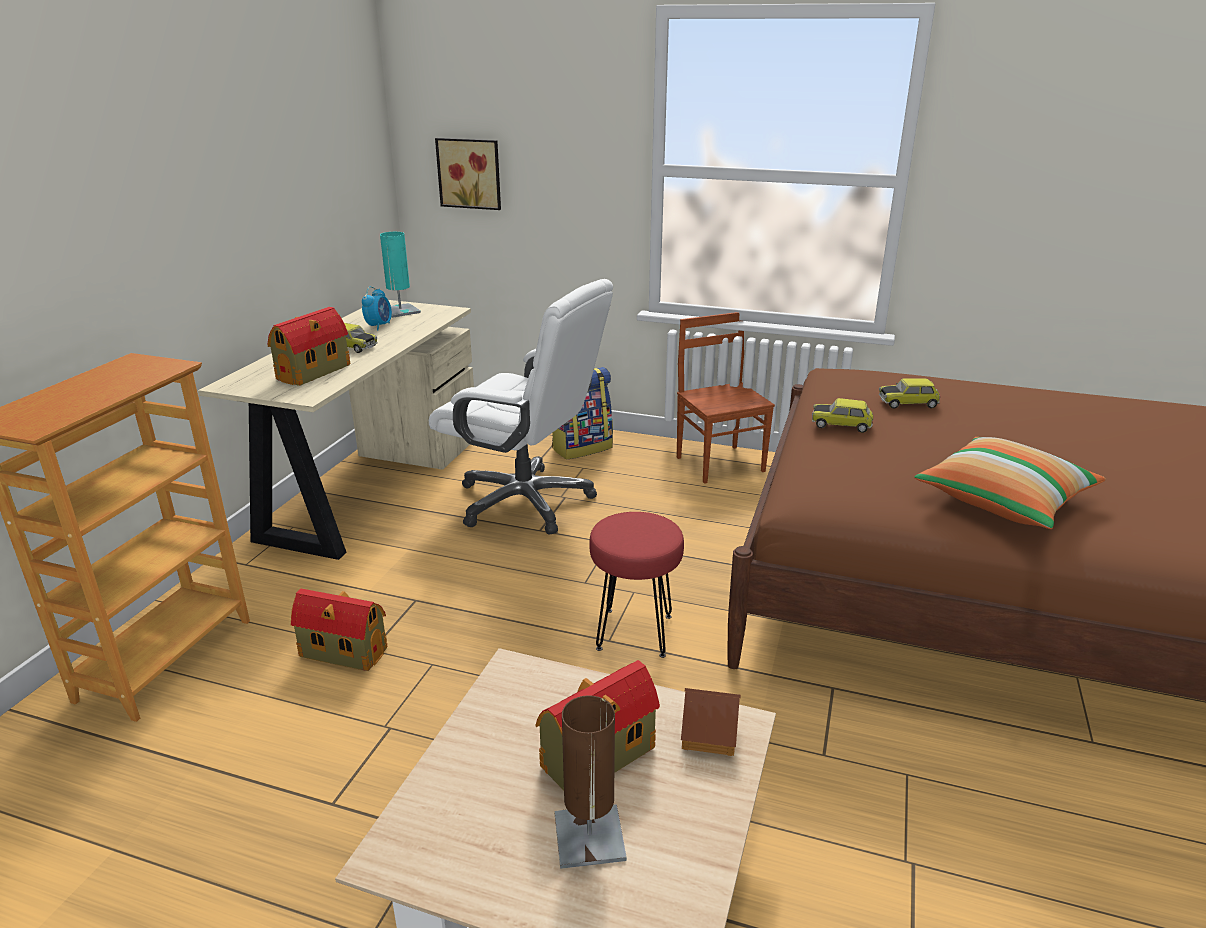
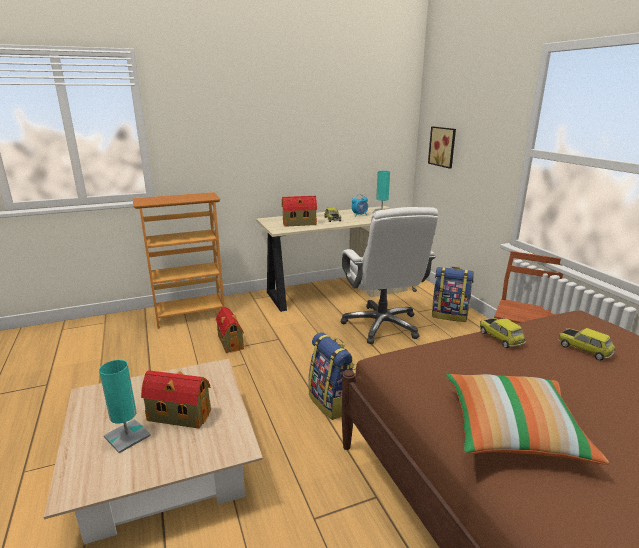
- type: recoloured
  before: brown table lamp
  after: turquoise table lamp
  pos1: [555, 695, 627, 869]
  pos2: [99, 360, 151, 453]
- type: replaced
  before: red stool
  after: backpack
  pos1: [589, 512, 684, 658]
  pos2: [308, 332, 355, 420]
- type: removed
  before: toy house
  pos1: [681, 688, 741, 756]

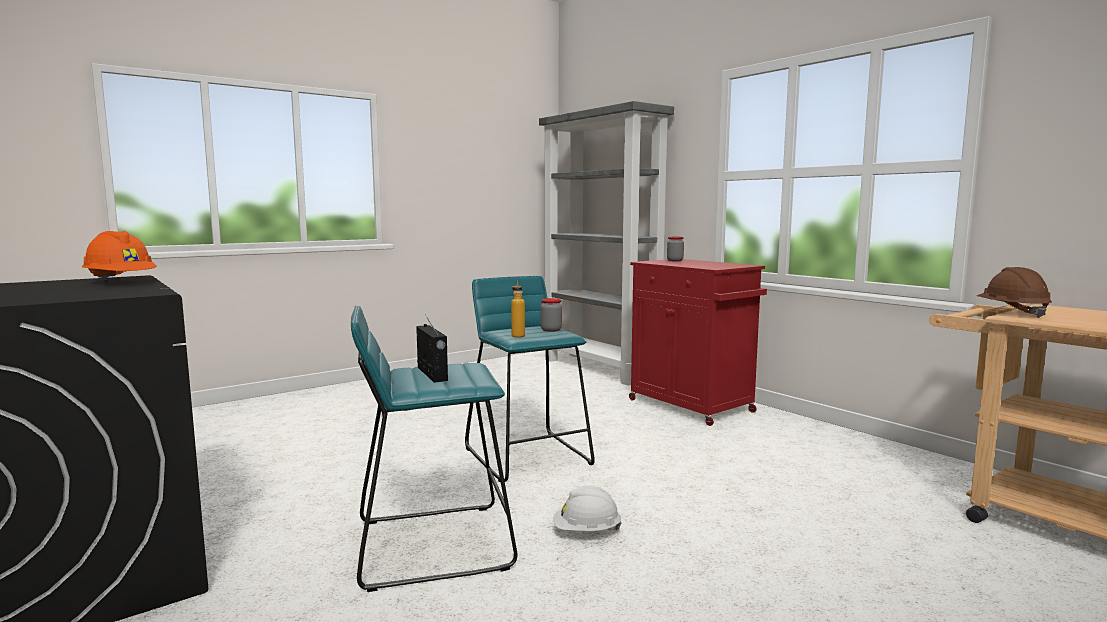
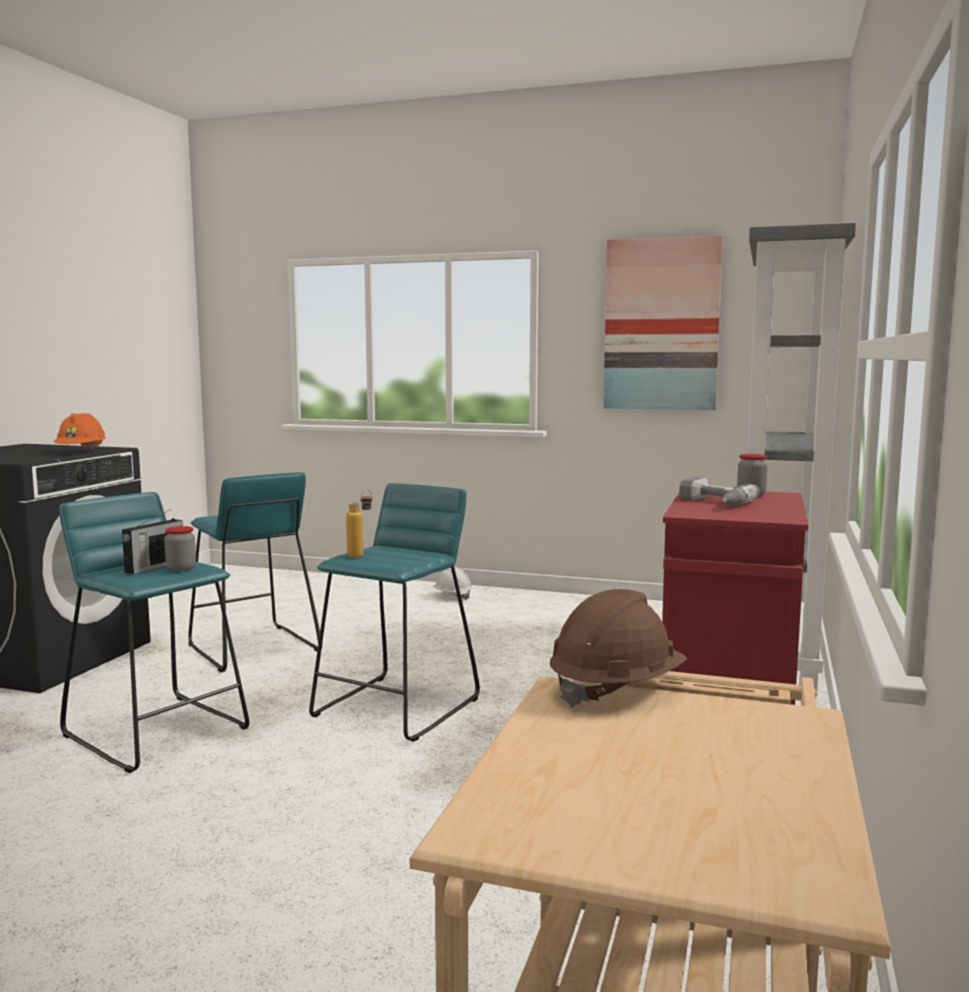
- type: moved
  before: jar
  pos1: [540, 298, 562, 332]
  pos2: [164, 526, 196, 572]
- type: added
  after: turquoise stool
  pos2: [188, 472, 320, 672]
- type: moved
  before: white hard hat
  pos1: [553, 486, 622, 531]
  pos2: [432, 566, 472, 600]
- type: added
  after: picture
  pos2: [603, 235, 723, 410]
- type: added
  after: power drill
  pos2: [679, 477, 760, 505]

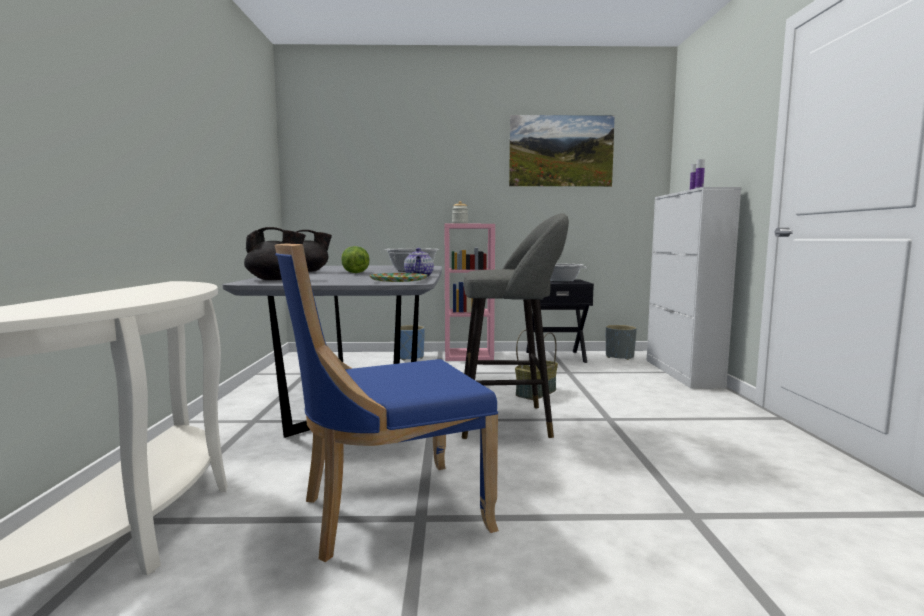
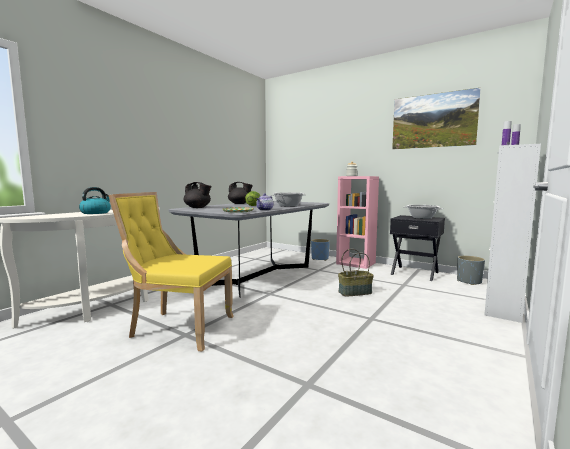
- type: added
  after: kettle
  pos2: [79, 187, 111, 214]
- type: recoloured
  before: blue chair
  after: yellow chair
  pos1: [274, 243, 499, 562]
  pos2: [108, 192, 234, 352]
- type: removed
  before: grey stool
  pos1: [462, 213, 569, 439]

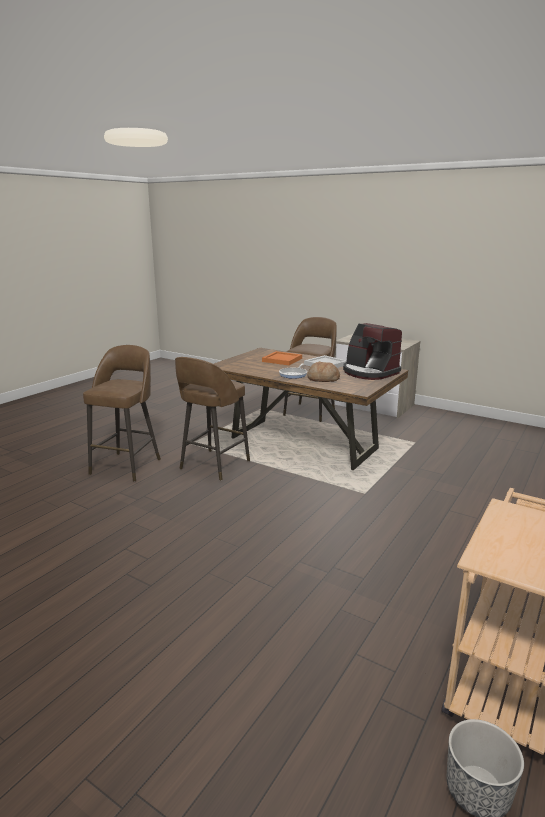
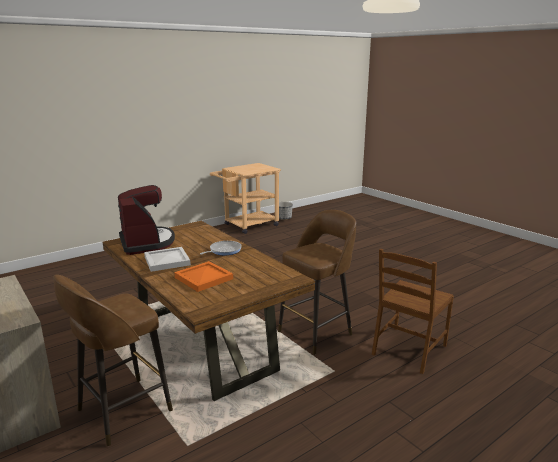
- type: replaced
  before: brown stool
  after: brown chair
  pos1: [83, 345, 161, 482]
  pos2: [372, 249, 454, 374]
- type: removed
  before: bread
  pos1: [307, 361, 340, 382]

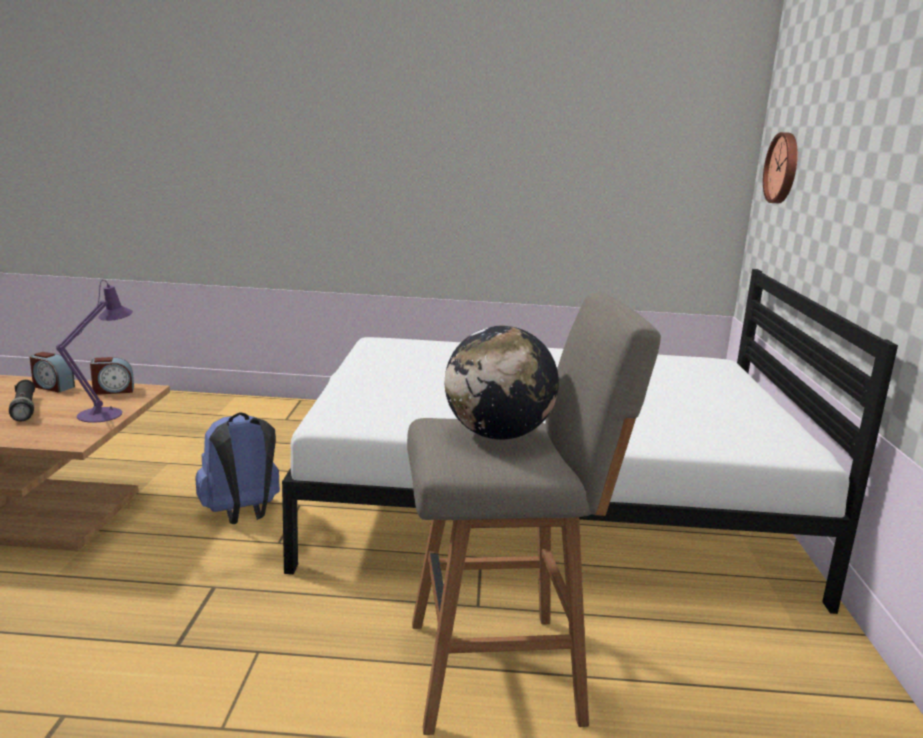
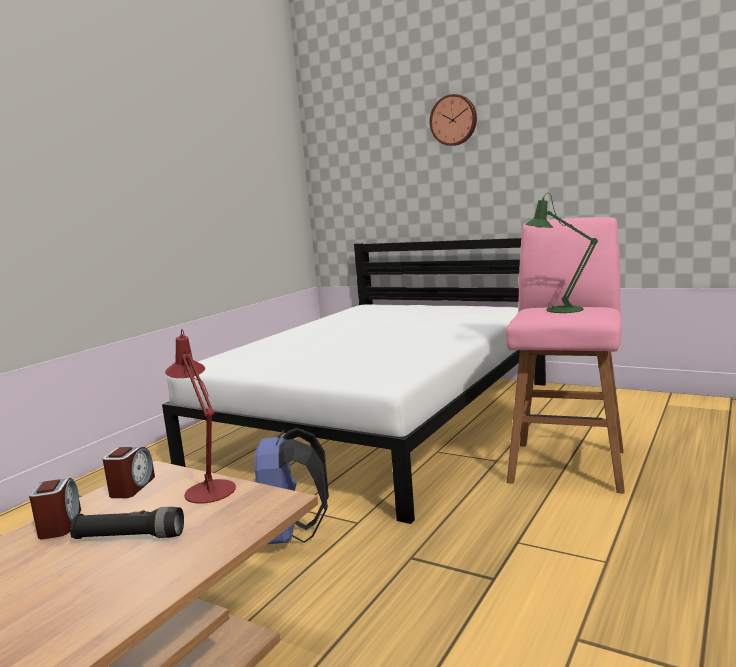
- type: turned
  before: alarm clock
  pos1: [30, 352, 75, 393]
  pos2: [29, 478, 81, 539]
  turn: -60
- type: recoloured
  before: purple table lamp
  after: red table lamp
  pos1: [56, 280, 133, 423]
  pos2: [165, 329, 236, 504]
- type: moved
  before: wall clock
  pos1: [763, 132, 798, 203]
  pos2: [430, 94, 477, 146]
- type: recoloured
  before: grey stool
  after: pink stool
  pos1: [407, 293, 661, 735]
  pos2: [506, 217, 625, 494]
- type: replaced
  before: globe
  after: green table lamp
  pos1: [445, 326, 559, 440]
  pos2: [525, 193, 598, 313]

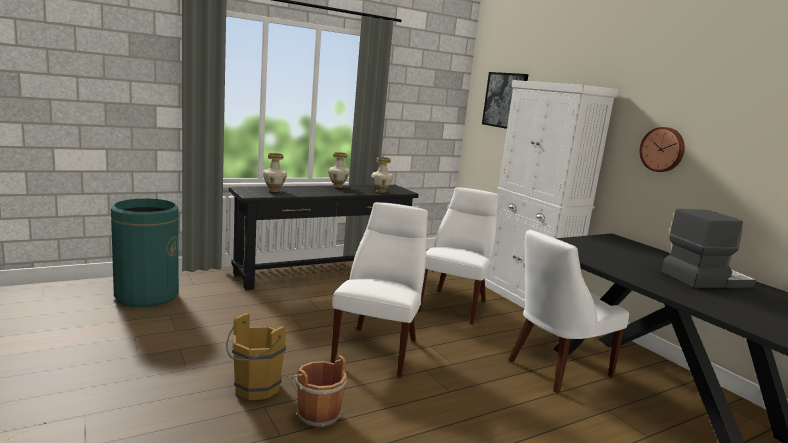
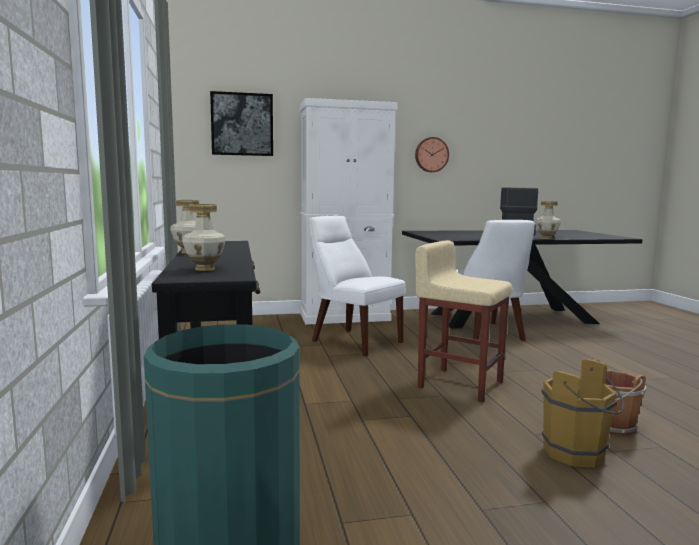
- type: replaced
  before: white chair
  after: beige stool
  pos1: [331, 202, 428, 377]
  pos2: [415, 240, 513, 402]
- type: moved
  before: vase
  pos1: [371, 157, 393, 193]
  pos2: [535, 201, 561, 239]

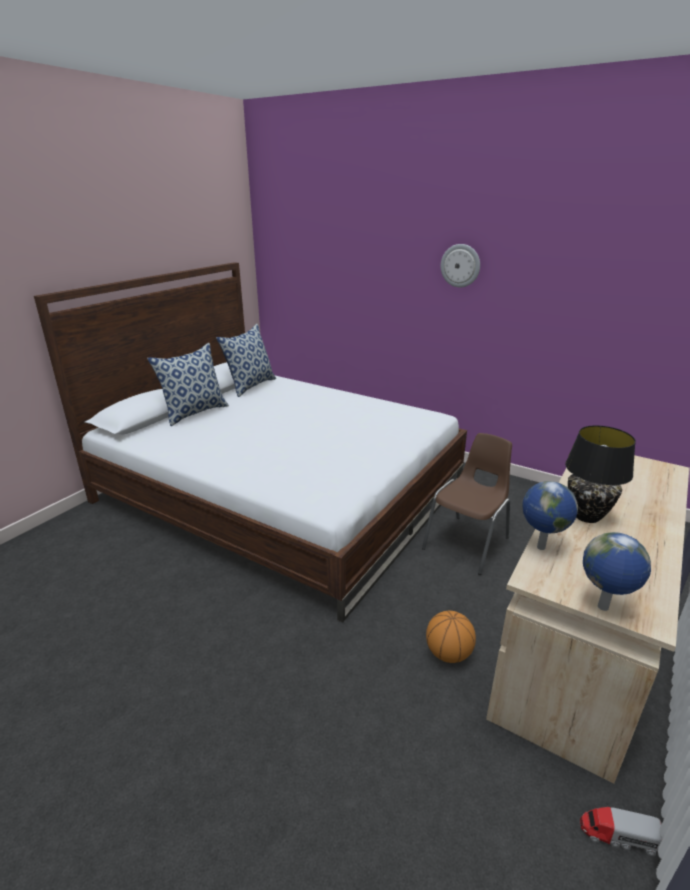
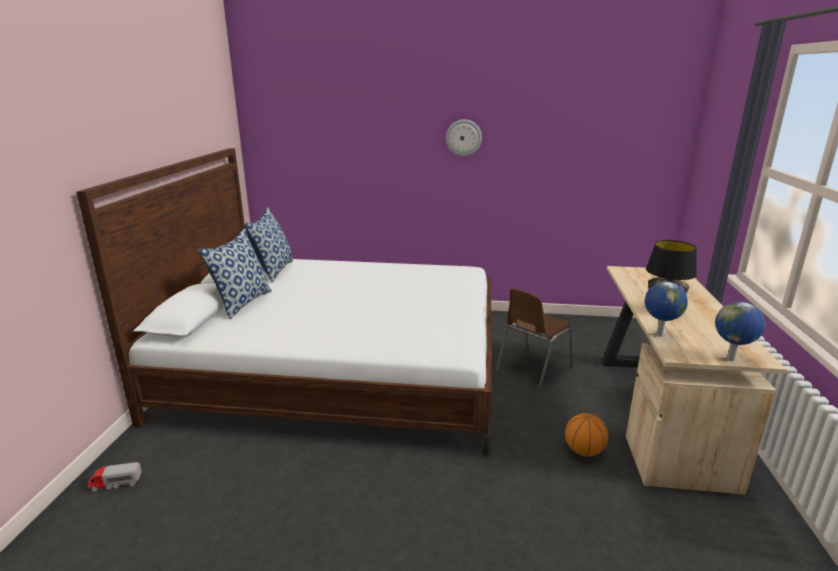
- type: moved
  before: toy truck
  pos1: [580, 807, 663, 856]
  pos2: [87, 462, 142, 492]
- type: turned
  before: brown chair
  pos1: [422, 433, 512, 575]
  pos2: [496, 289, 573, 391]
  turn: -150

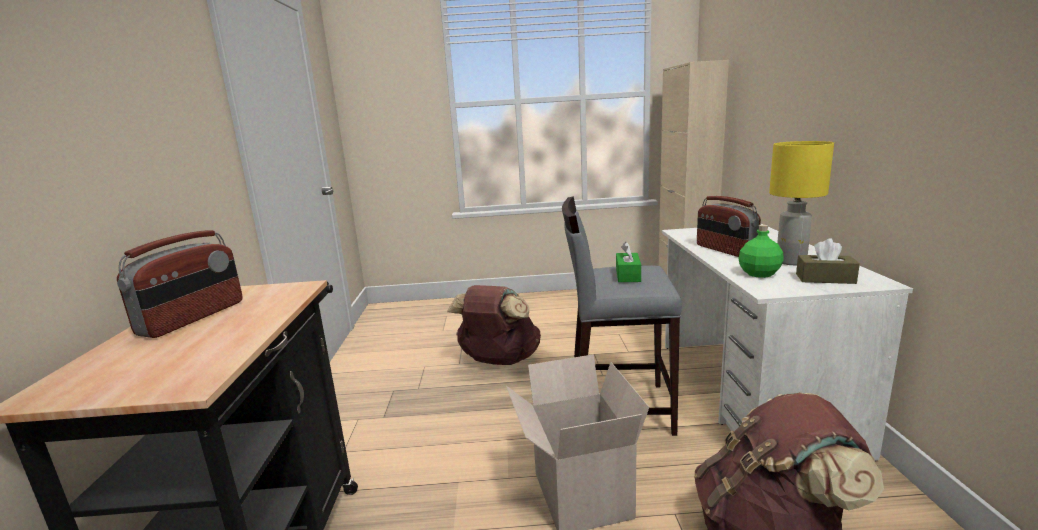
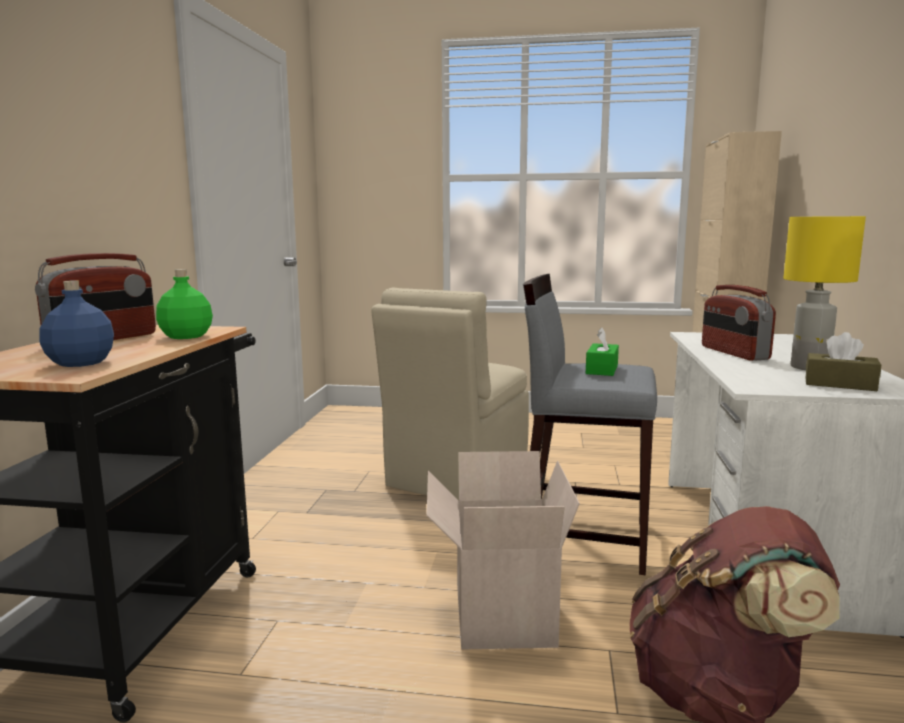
- type: added
  after: blue bottle
  pos2: [40, 280, 114, 367]
- type: moved
  before: green bottle
  pos1: [738, 224, 784, 278]
  pos2: [156, 269, 213, 339]
- type: replaced
  before: brown backpack
  after: beige chair
  pos1: [447, 285, 541, 365]
  pos2: [371, 287, 529, 501]

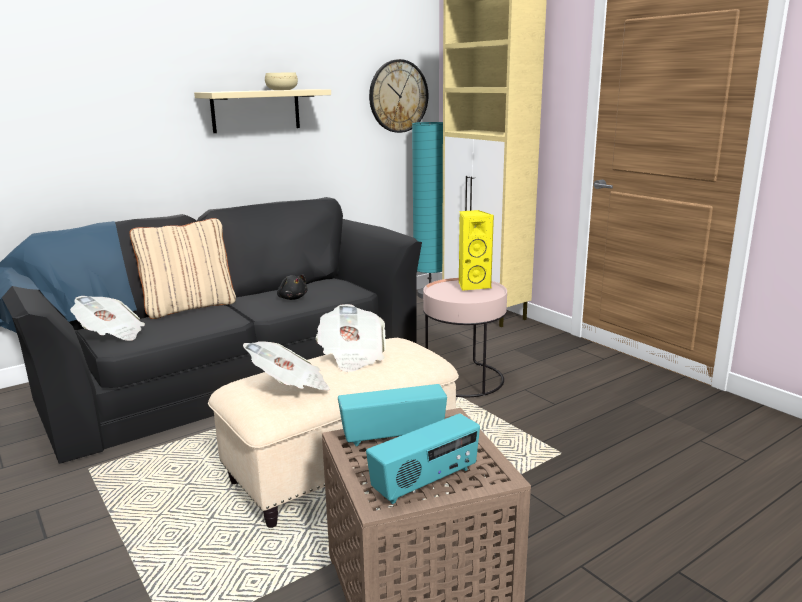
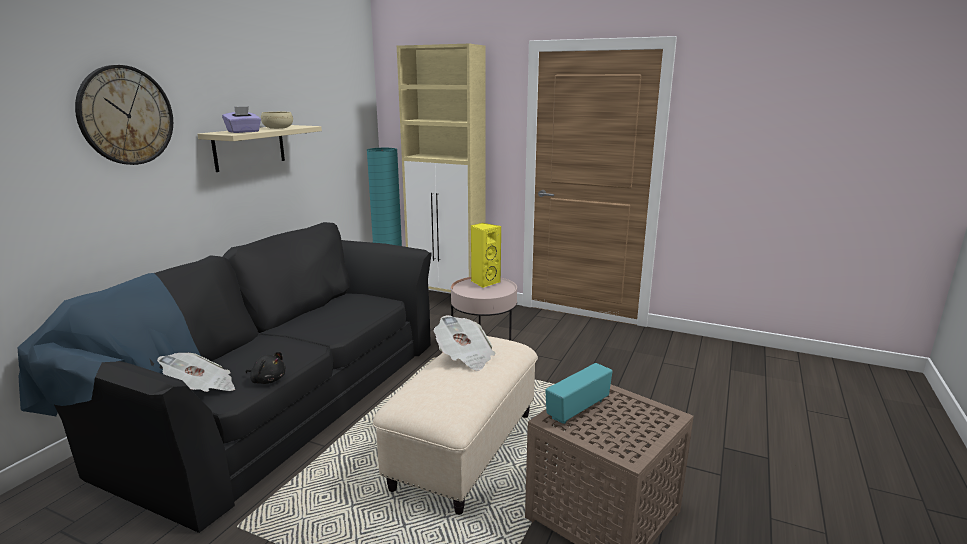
- type: moved
  before: wall clock
  pos1: [369, 59, 428, 133]
  pos2: [75, 65, 173, 165]
- type: added
  after: purple tissue box
  pos2: [222, 106, 261, 133]
- type: moved
  before: black plush toy
  pos1: [277, 274, 308, 300]
  pos2: [246, 352, 286, 384]
- type: removed
  before: beige pillow
  pos1: [130, 218, 236, 319]
- type: removed
  before: newspaper
  pos1: [243, 341, 331, 391]
- type: removed
  before: radio
  pos1: [366, 414, 480, 504]

